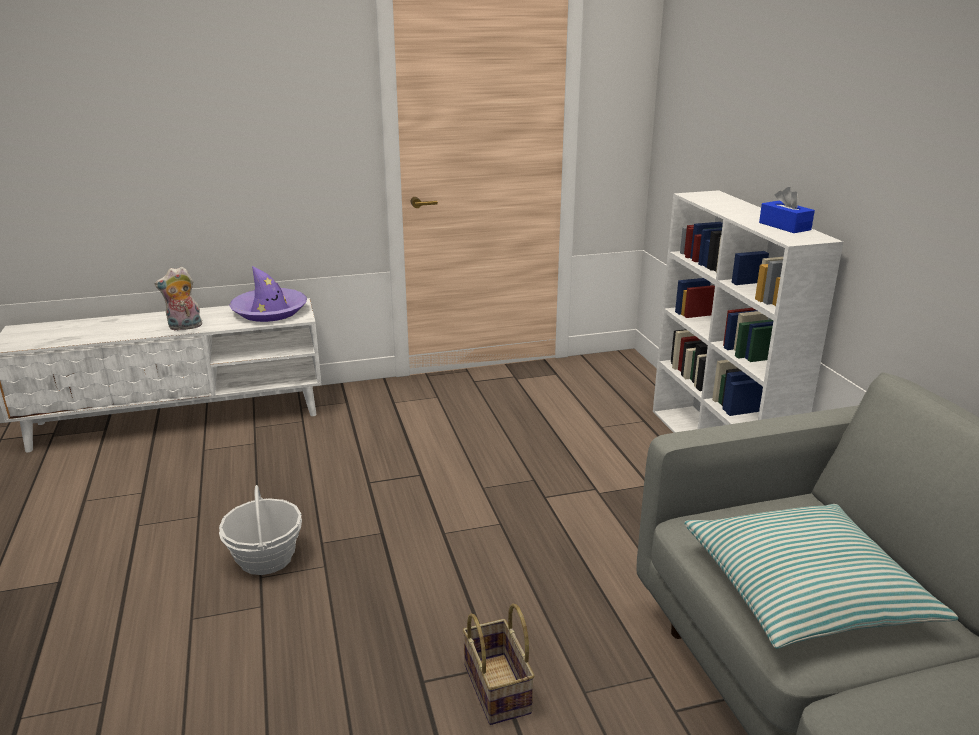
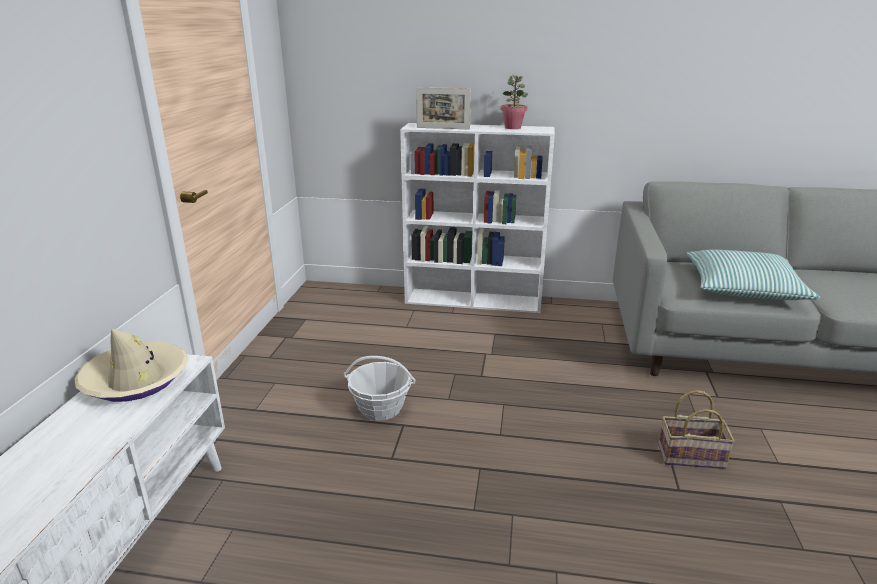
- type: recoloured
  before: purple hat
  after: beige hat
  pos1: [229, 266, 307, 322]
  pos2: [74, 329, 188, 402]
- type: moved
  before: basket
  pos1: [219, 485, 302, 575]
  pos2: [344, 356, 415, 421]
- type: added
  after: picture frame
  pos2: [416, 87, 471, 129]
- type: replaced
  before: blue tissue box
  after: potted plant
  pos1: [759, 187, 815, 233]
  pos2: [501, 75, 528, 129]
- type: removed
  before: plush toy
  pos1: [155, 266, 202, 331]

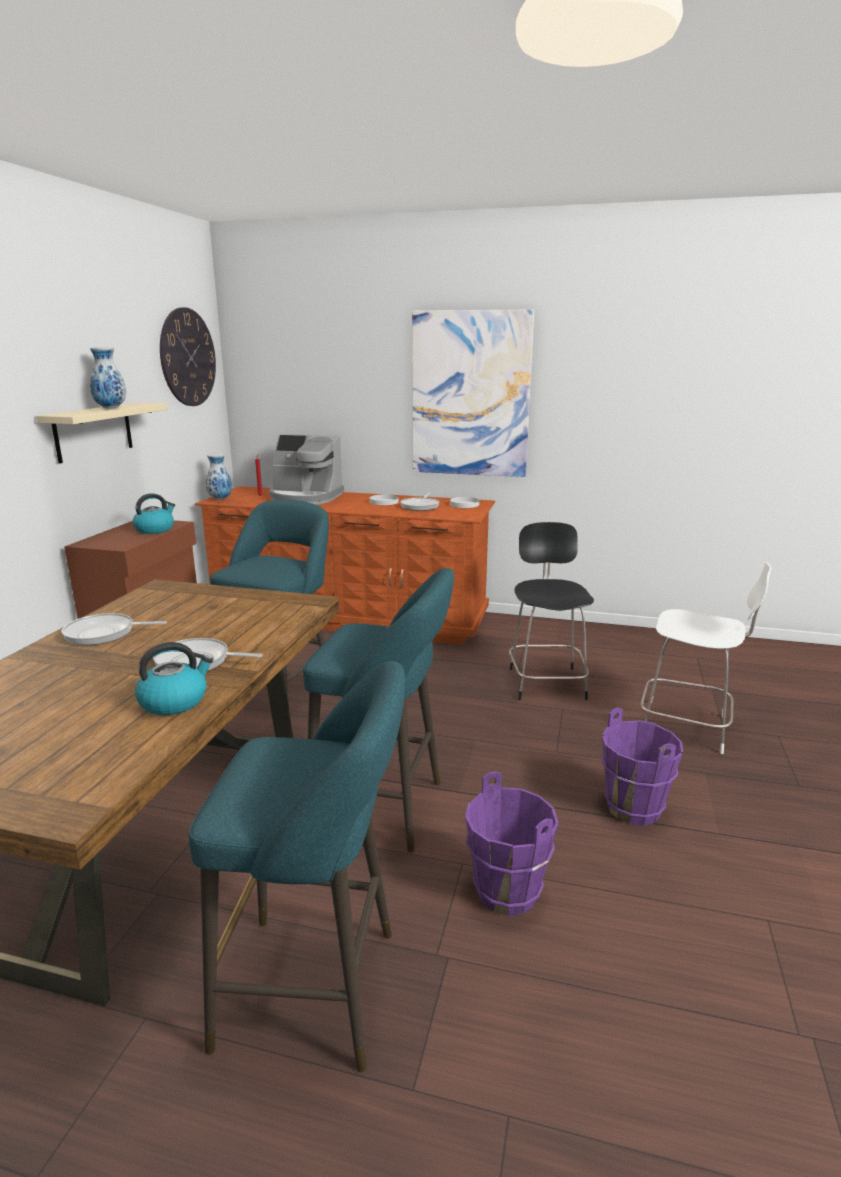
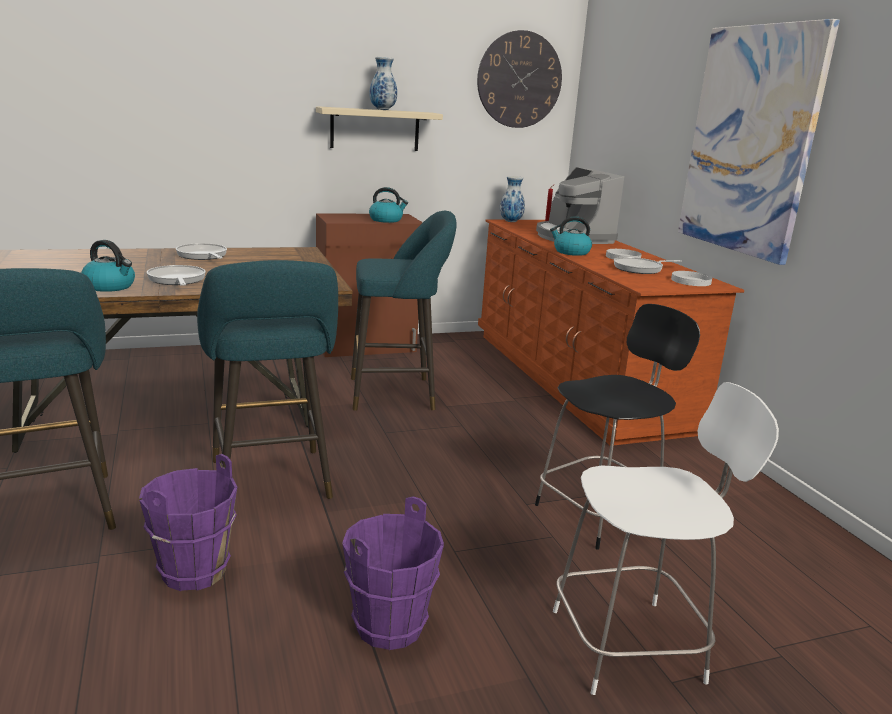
- type: added
  after: kettle
  pos2: [550, 216, 592, 256]
- type: turned
  before: white chair
  pos1: [641, 563, 771, 754]
  pos2: [553, 382, 779, 695]
  turn: -90

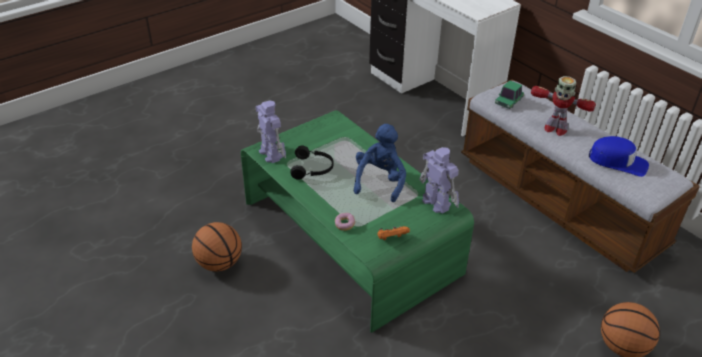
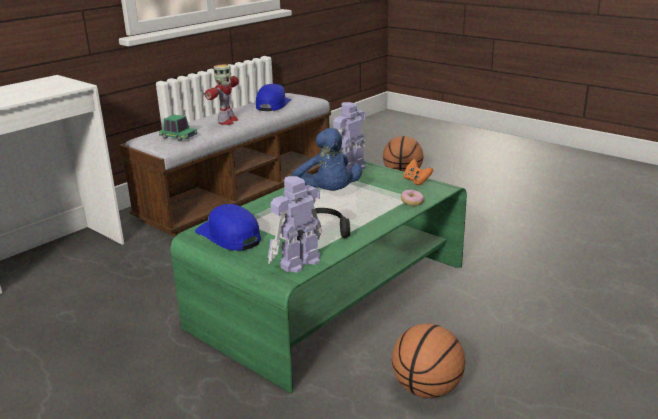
- type: added
  after: blue cap
  pos2: [195, 204, 261, 250]
- type: turned
  before: blue plush toy
  pos1: [354, 124, 406, 202]
  pos2: [292, 128, 362, 191]
  turn: -120

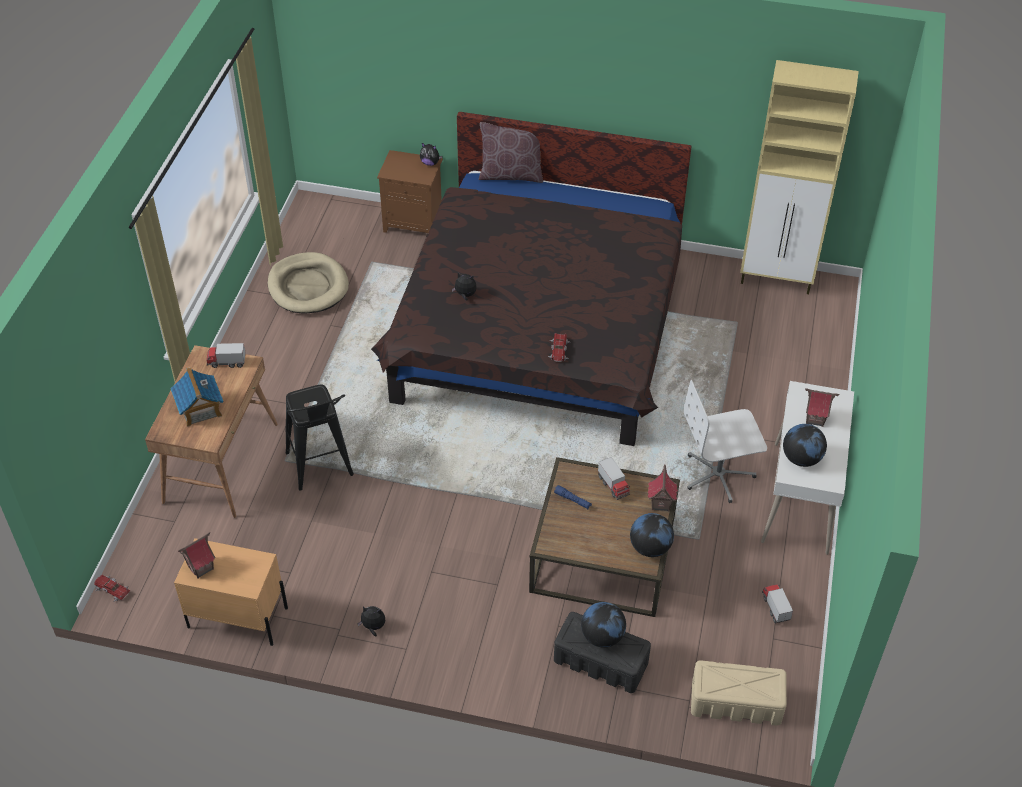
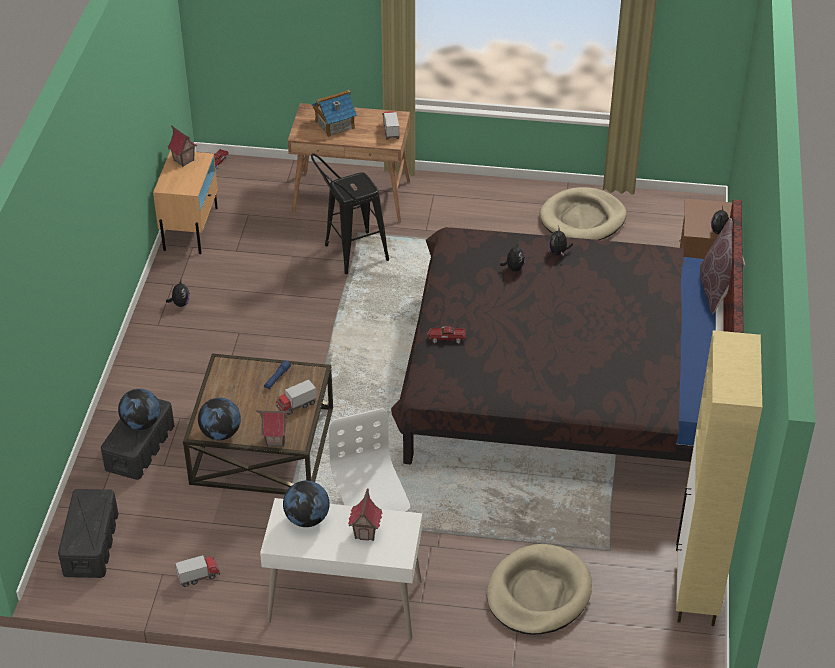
- type: recoloured
  before: beige storage box
  after: black storage box
  pos1: [691, 660, 787, 726]
  pos2: [58, 489, 118, 578]
- type: added
  after: beige dog bed
  pos2: [487, 544, 592, 635]
- type: added
  after: plush toy
  pos2: [549, 229, 573, 256]

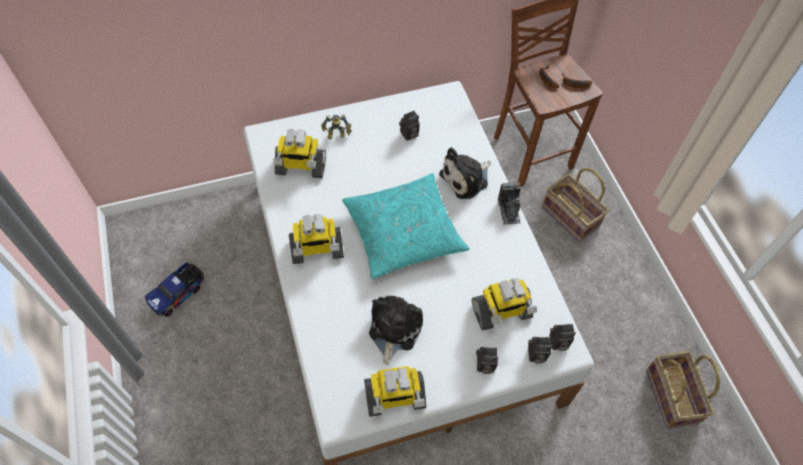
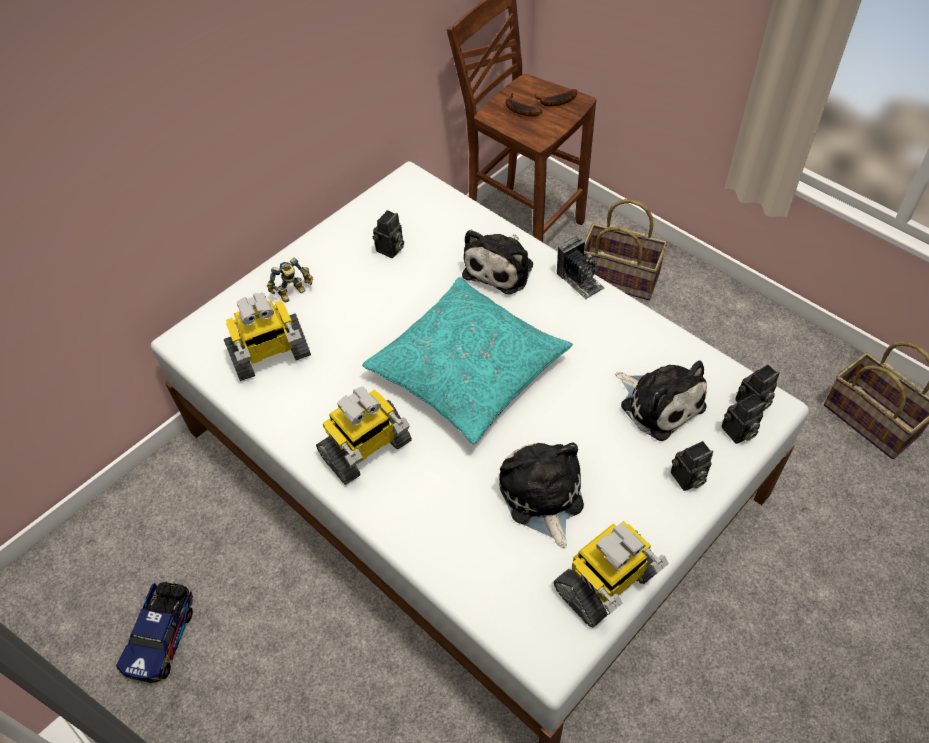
- type: replaced
  before: toy robot
  after: plush toy
  pos1: [472, 278, 537, 331]
  pos2: [615, 361, 707, 441]

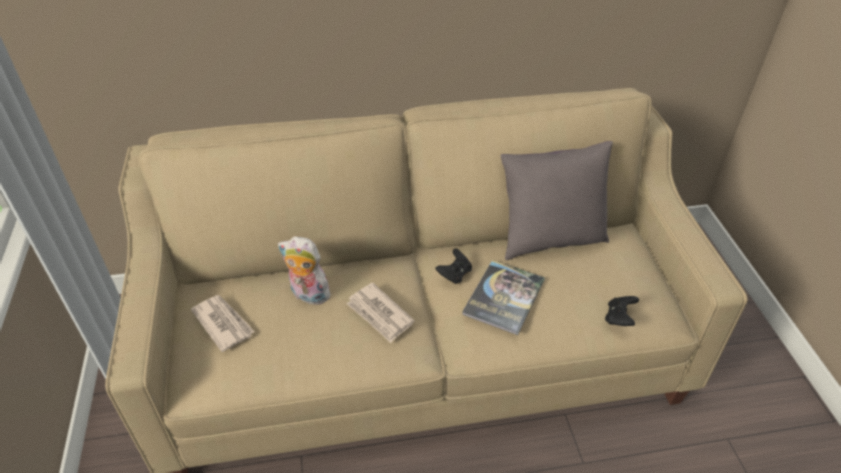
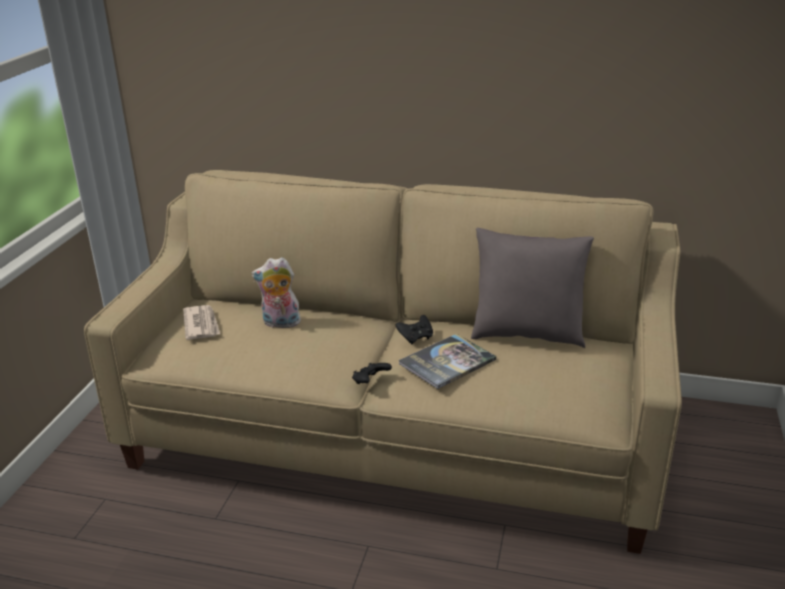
- type: turned
  before: plush toy
  pos1: [278, 236, 333, 305]
  pos2: [251, 257, 304, 328]
  turn: -45
- type: moved
  before: black game controller
  pos1: [605, 296, 639, 326]
  pos2: [352, 362, 392, 384]
- type: removed
  before: newspaper
  pos1: [347, 283, 414, 343]

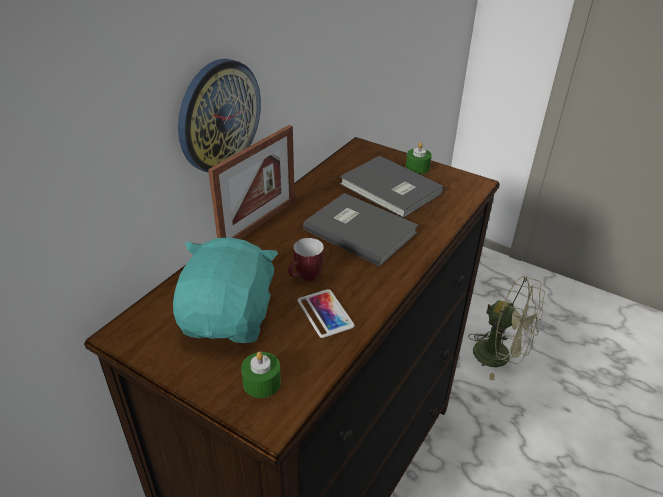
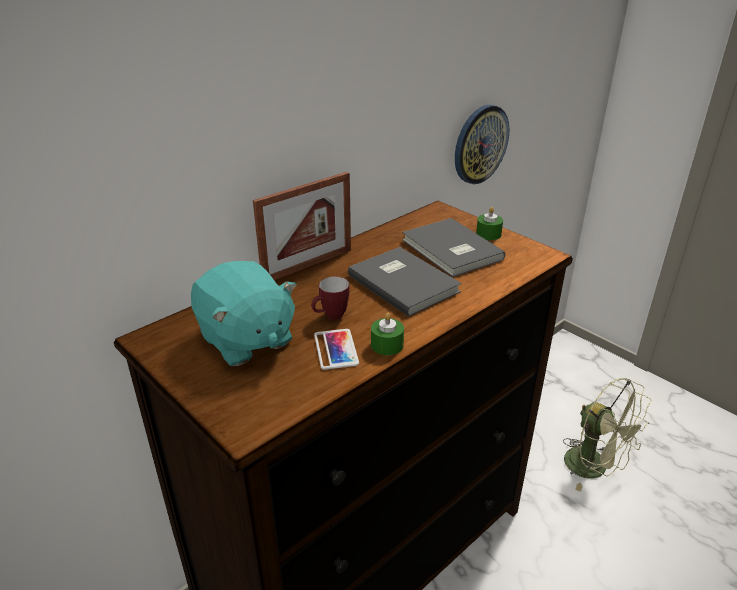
- type: turned
  before: turquoise plush toy
  pos1: [173, 238, 278, 343]
  pos2: [191, 261, 296, 366]
  turn: 120
- type: moved
  before: green candle
  pos1: [241, 351, 281, 398]
  pos2: [371, 313, 404, 355]
- type: moved
  before: wall clock
  pos1: [178, 59, 261, 173]
  pos2: [455, 105, 510, 184]

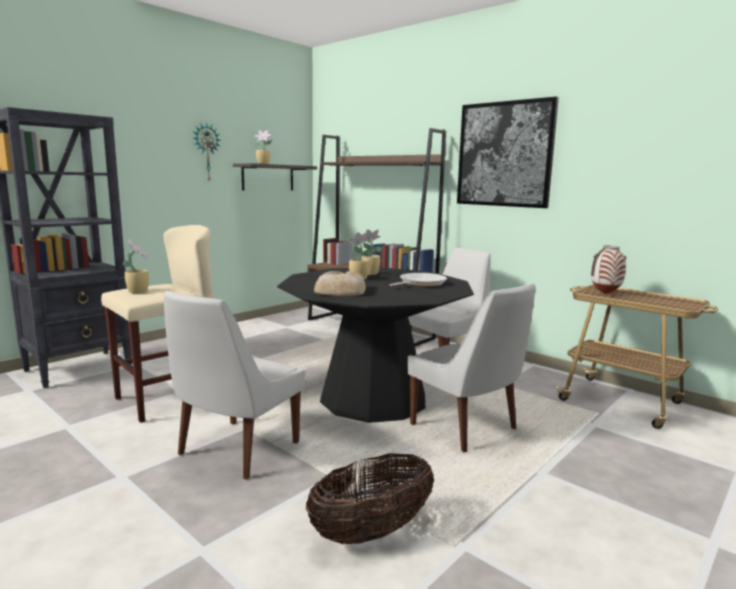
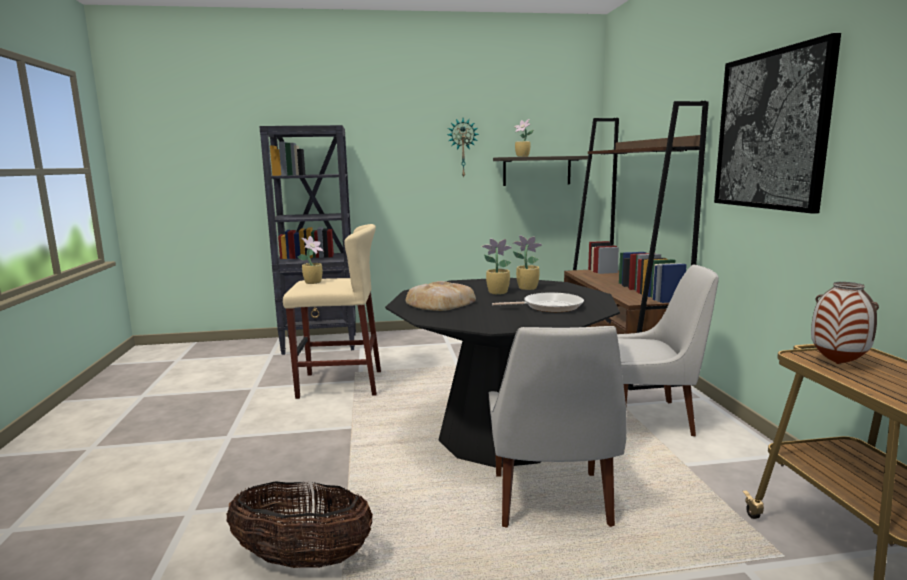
- type: removed
  before: white chair
  pos1: [164, 291, 306, 479]

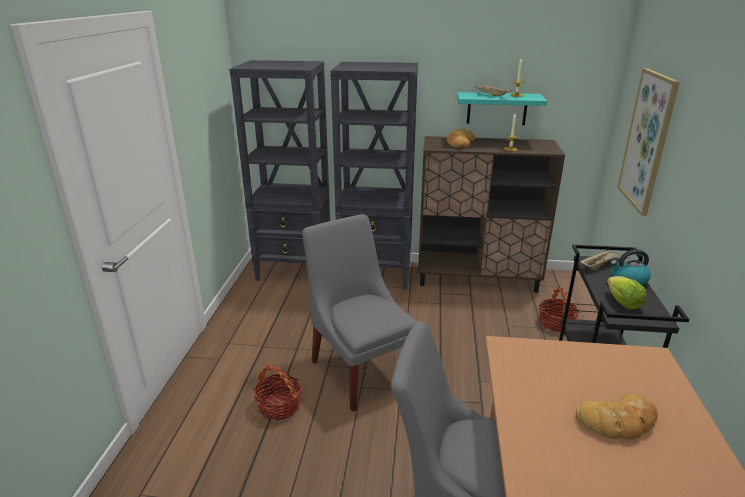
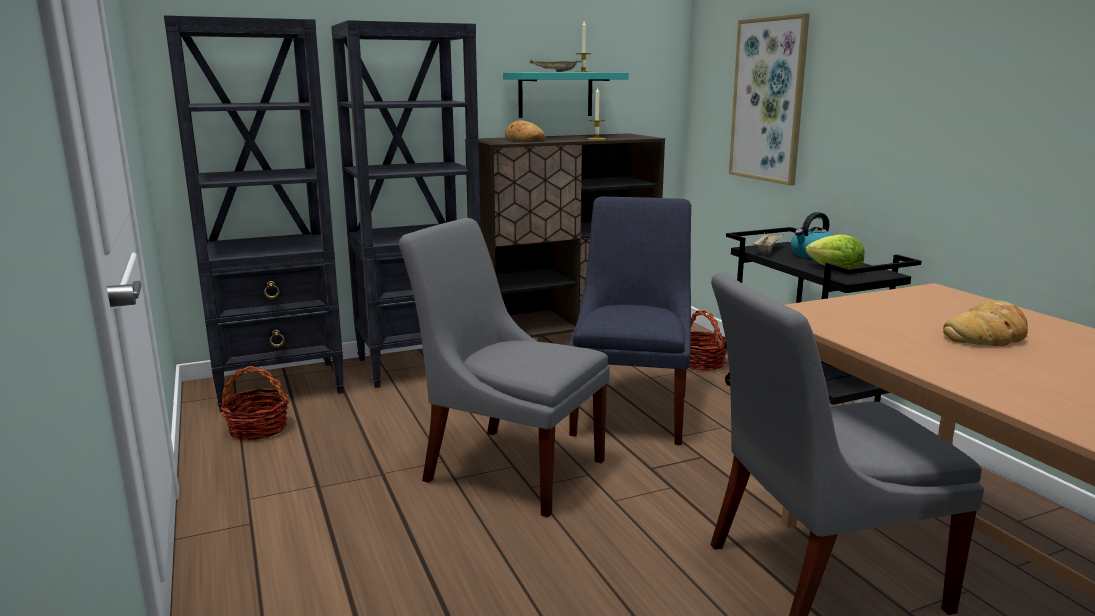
- type: moved
  before: basket
  pos1: [253, 365, 302, 420]
  pos2: [220, 366, 289, 440]
- type: added
  after: blue chair
  pos2: [568, 197, 691, 445]

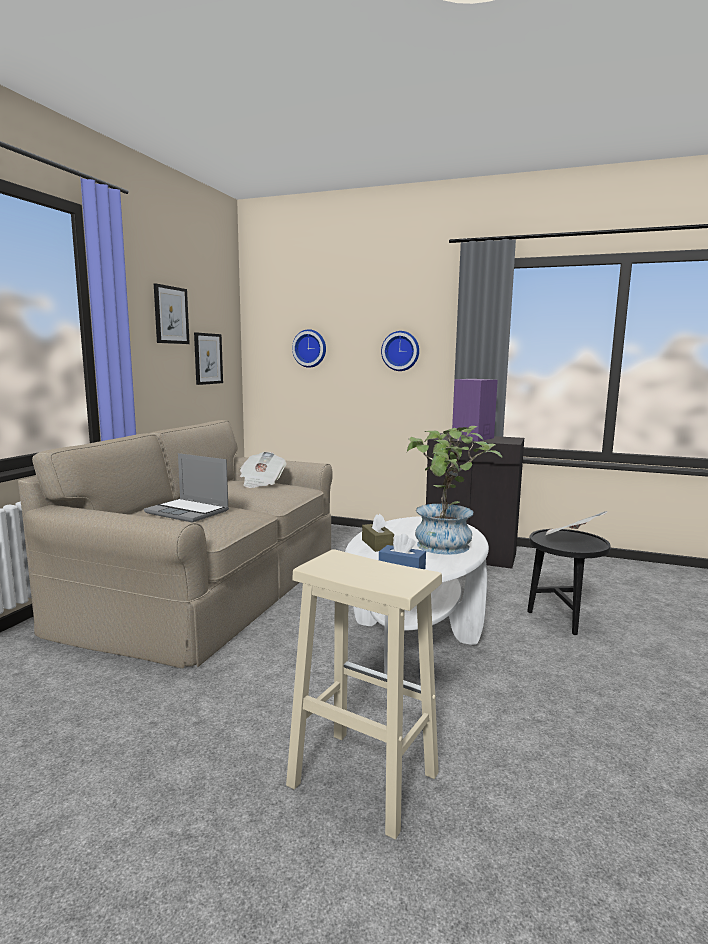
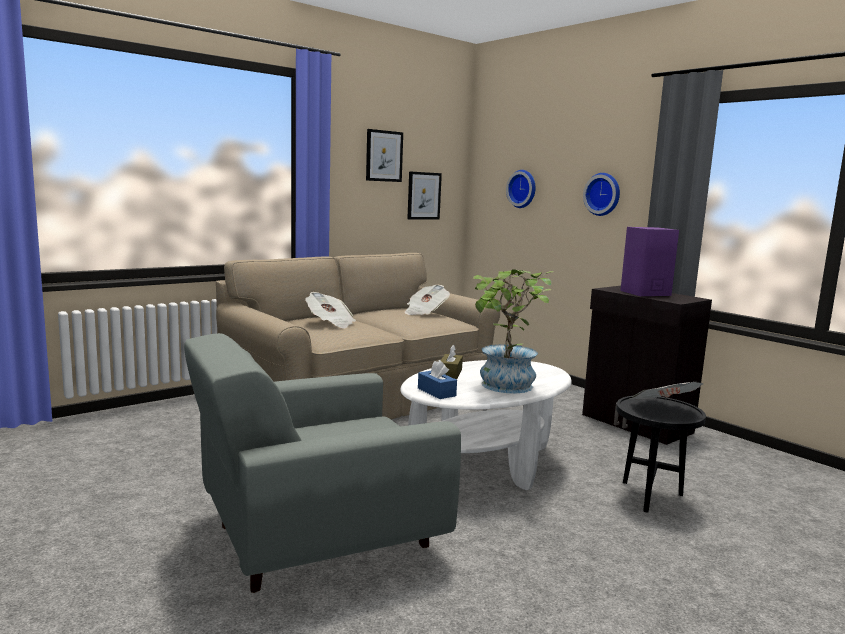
- type: replaced
  before: beige stool
  after: grey armchair
  pos1: [286, 549, 442, 840]
  pos2: [184, 333, 461, 593]
- type: replaced
  before: laptop
  after: newspaper
  pos1: [144, 453, 229, 522]
  pos2: [305, 292, 356, 329]

